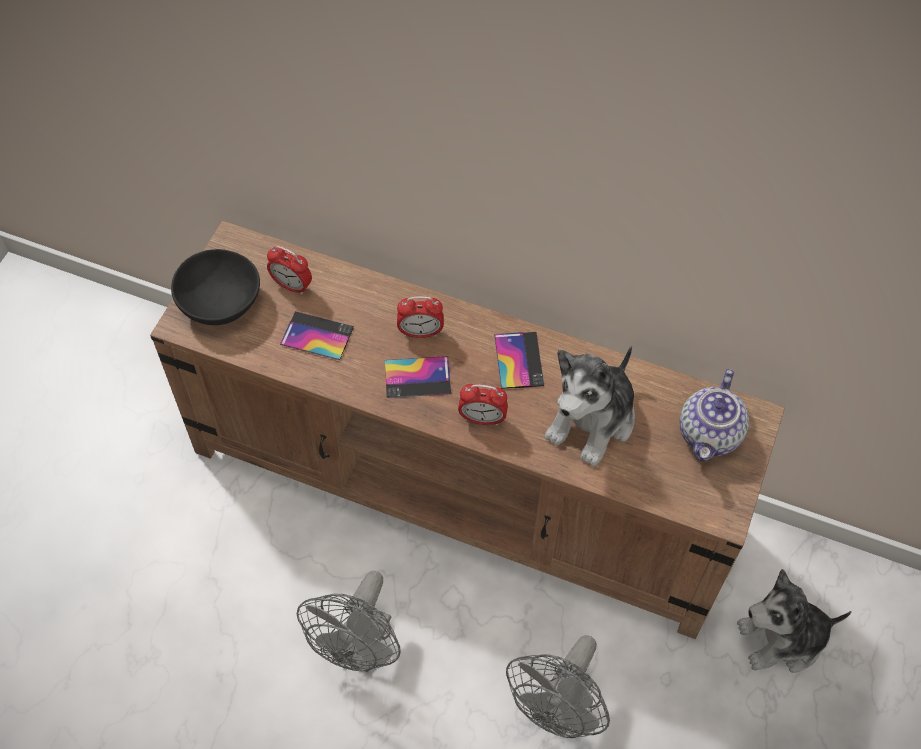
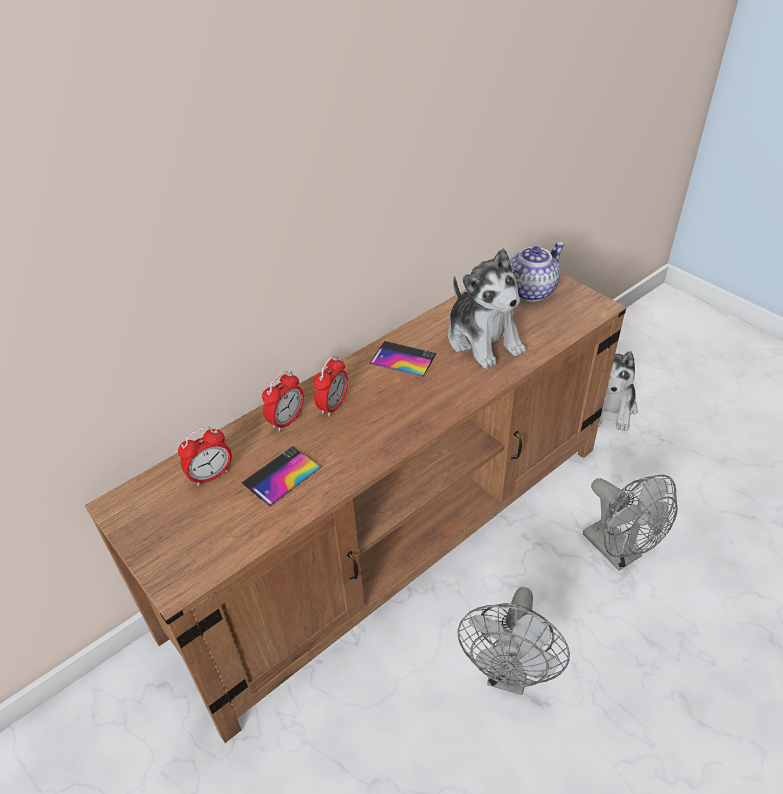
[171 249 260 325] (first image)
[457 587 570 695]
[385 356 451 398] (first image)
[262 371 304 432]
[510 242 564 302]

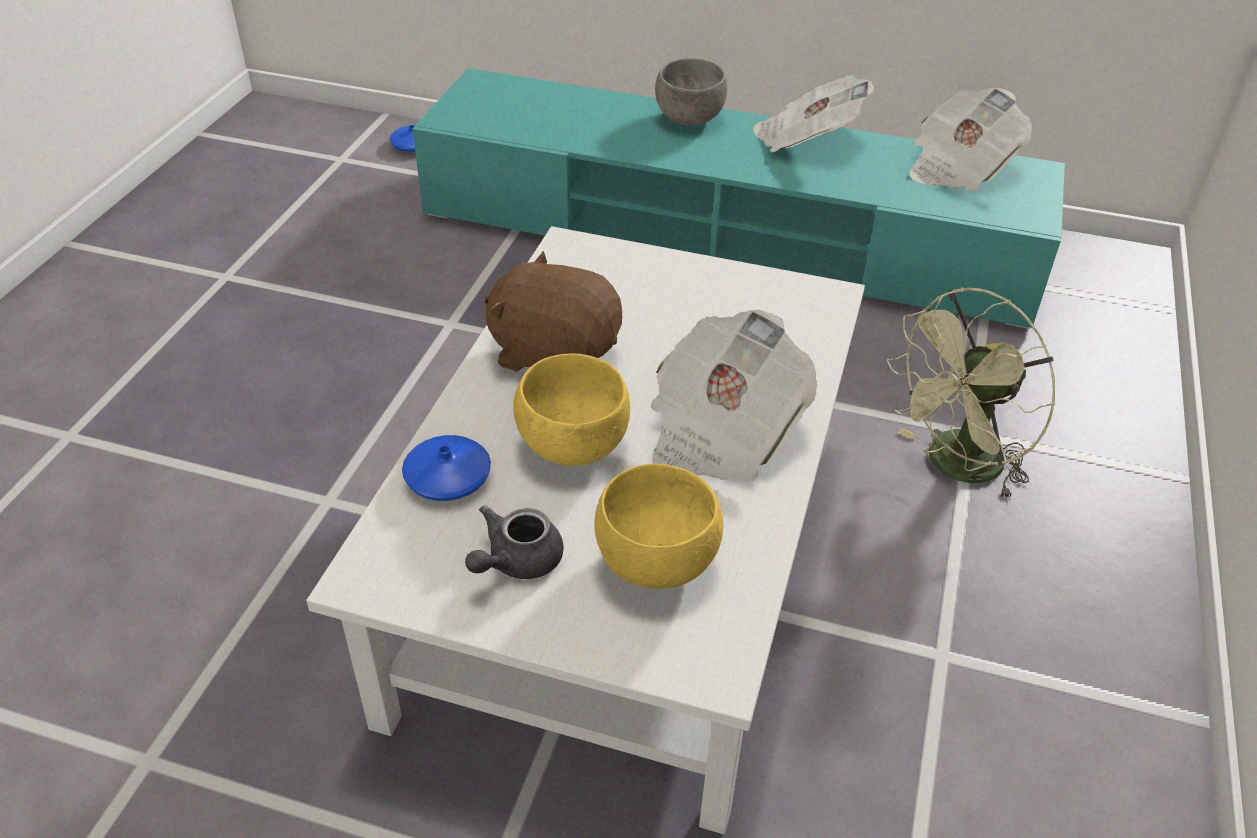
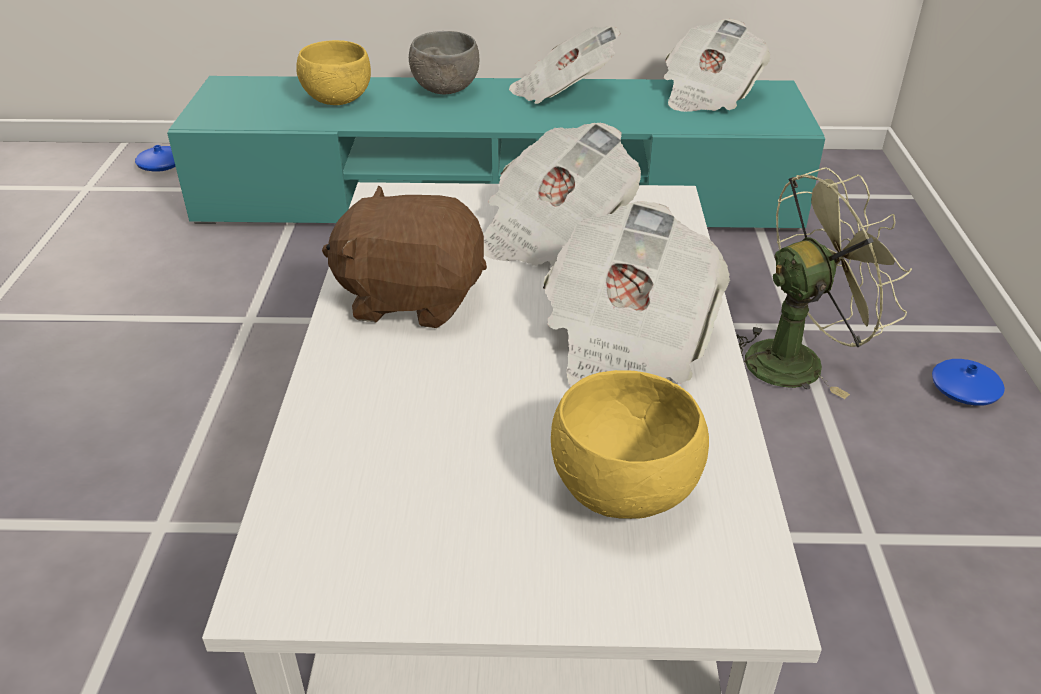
[932 359 1005 406]
[465 505 564 579] (first image)
[296 40 371 105]
[736 167 912 399]
[483 123 641 267]

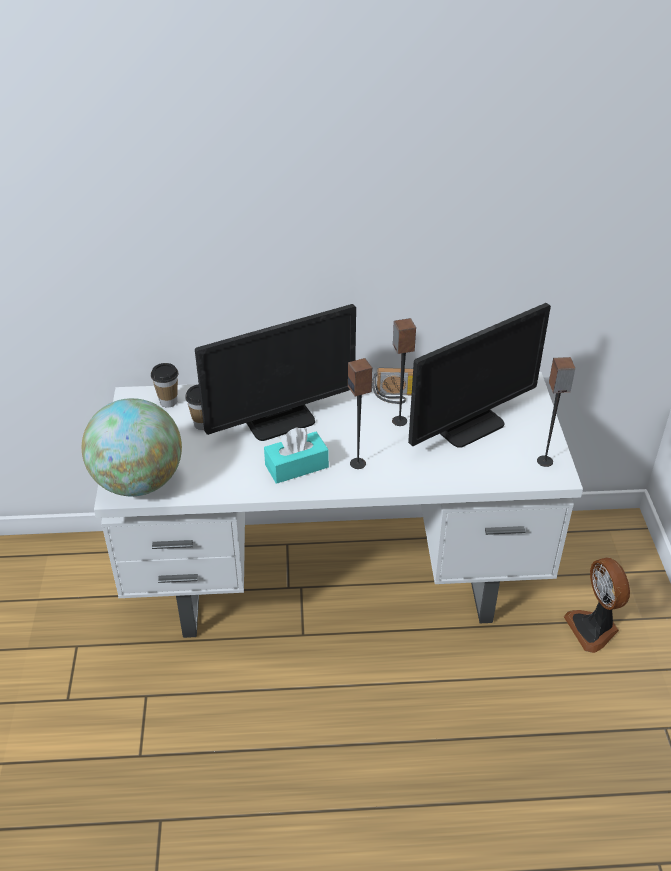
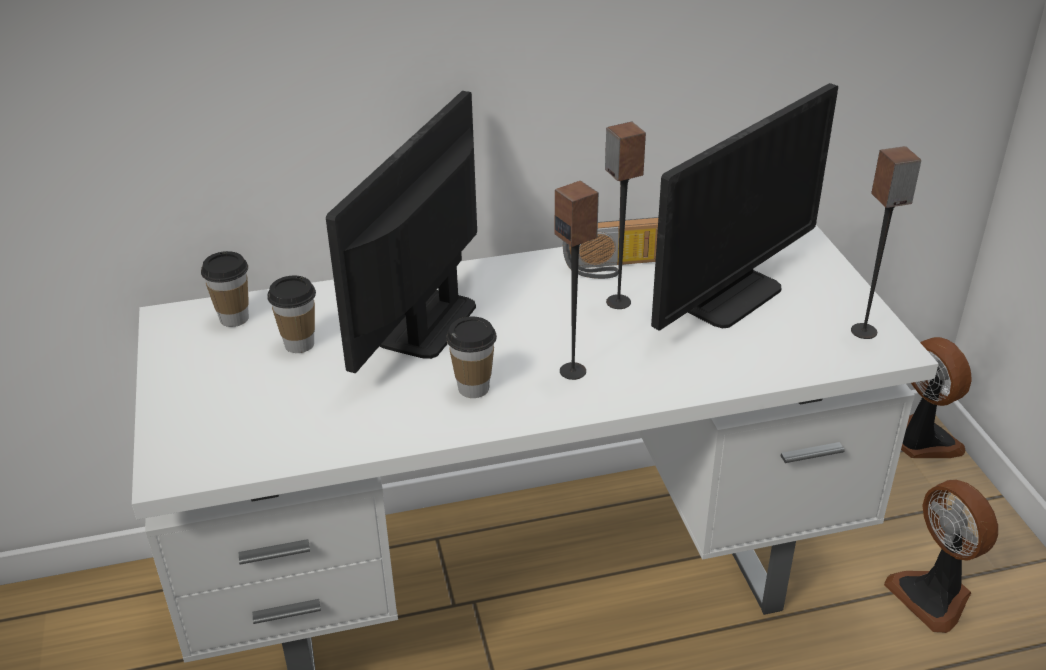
[82 398 182 496] (first image)
[326 91 477 373]
[446 316 497 398]
[901 337 971 458]

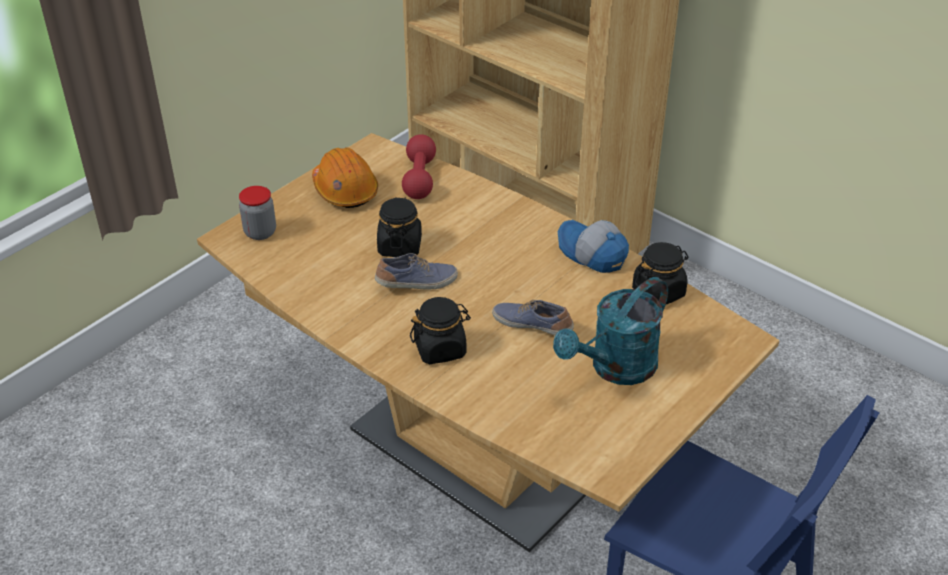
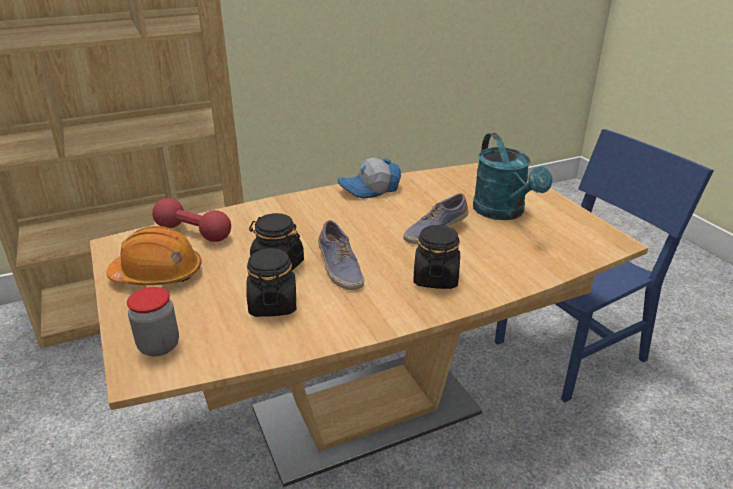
[318 220 364 290]
[246 248 296 317]

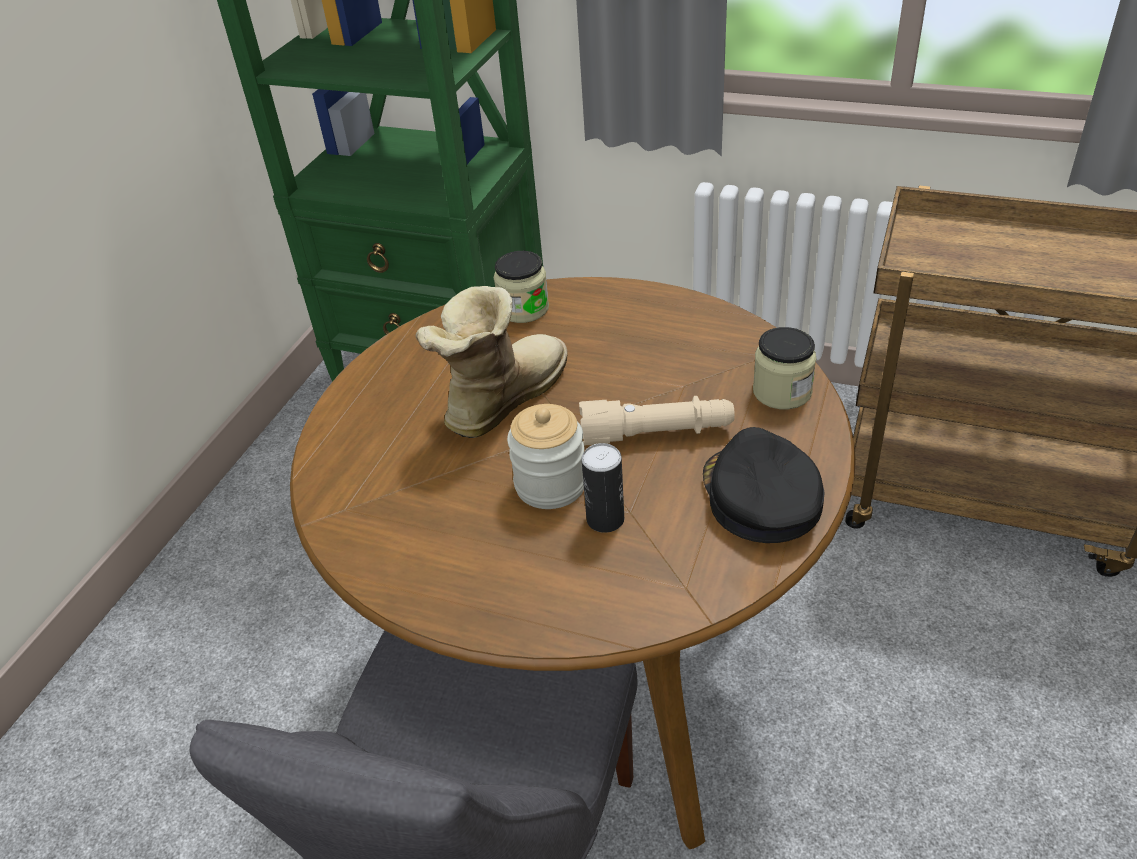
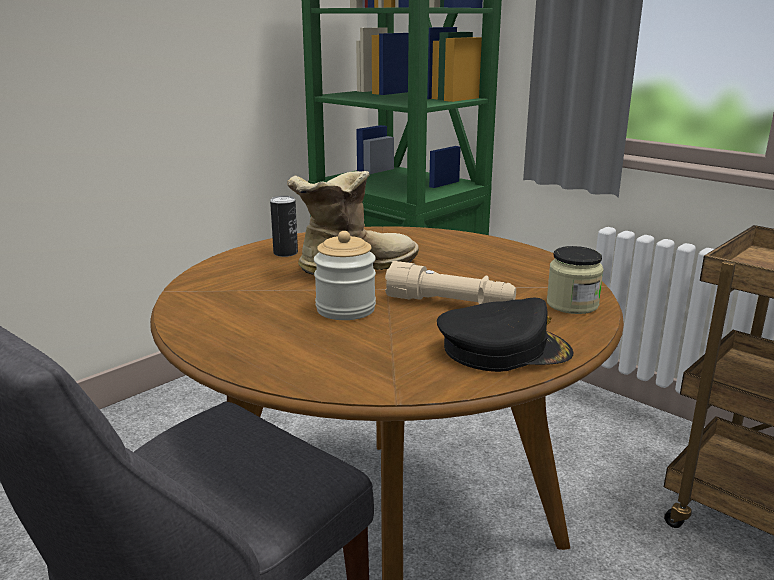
[494 251 549 323] (first image)
[270 196 298 257]
[437 298 573 372]

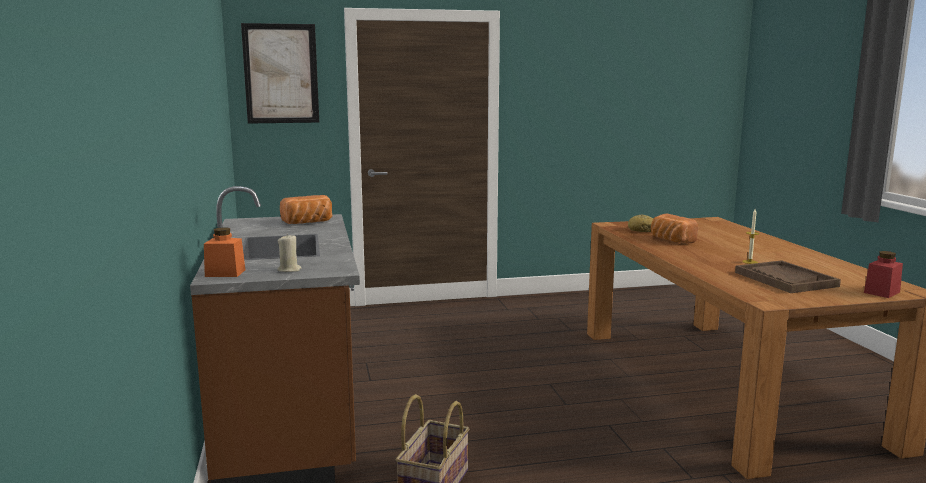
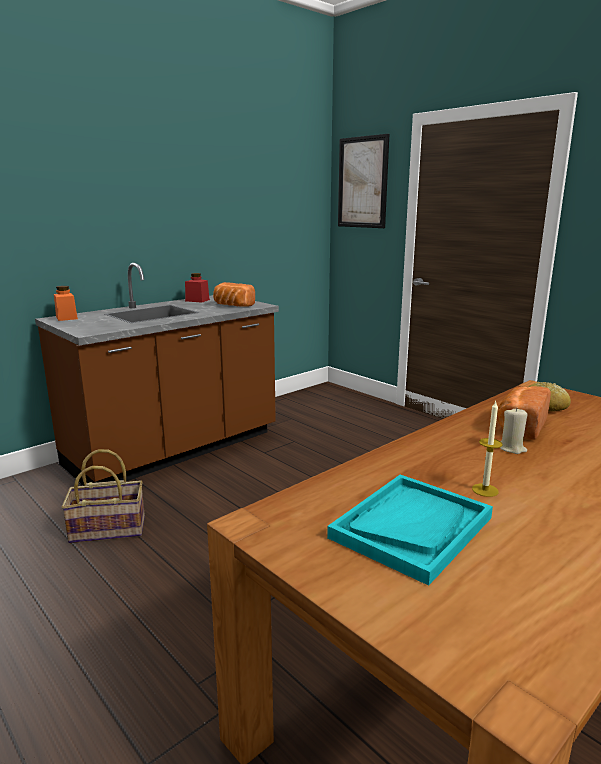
[500 408 528 454]
[327 475 493 586]
[185 273 210 303]

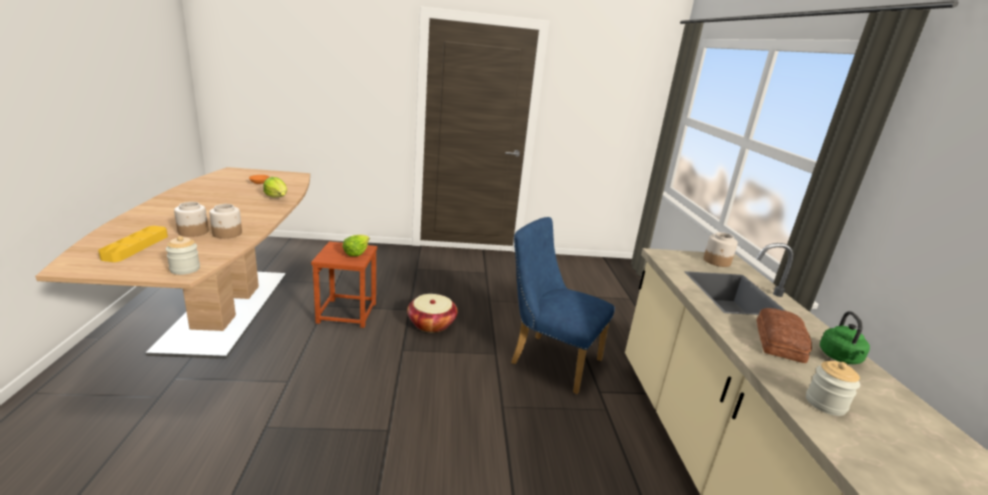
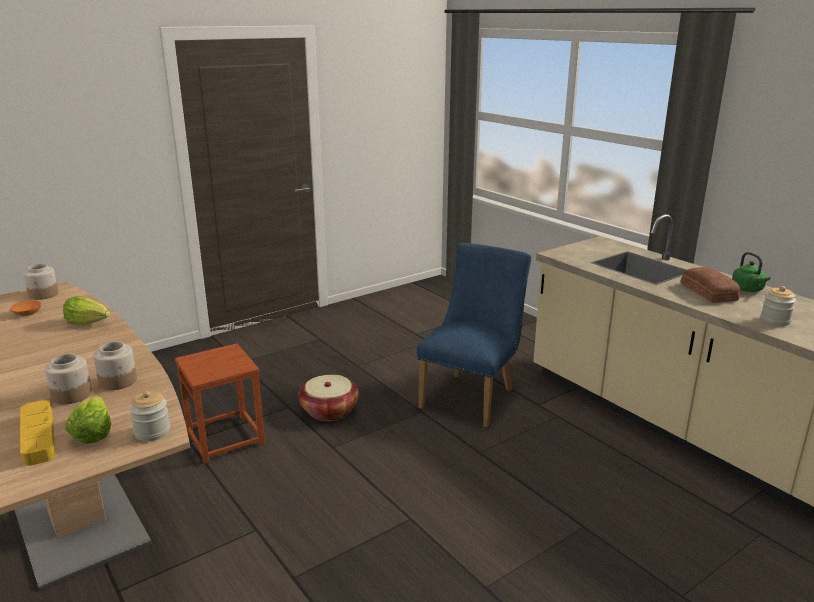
[65 396 111 444]
[417 243 531 427]
[23 264 59 300]

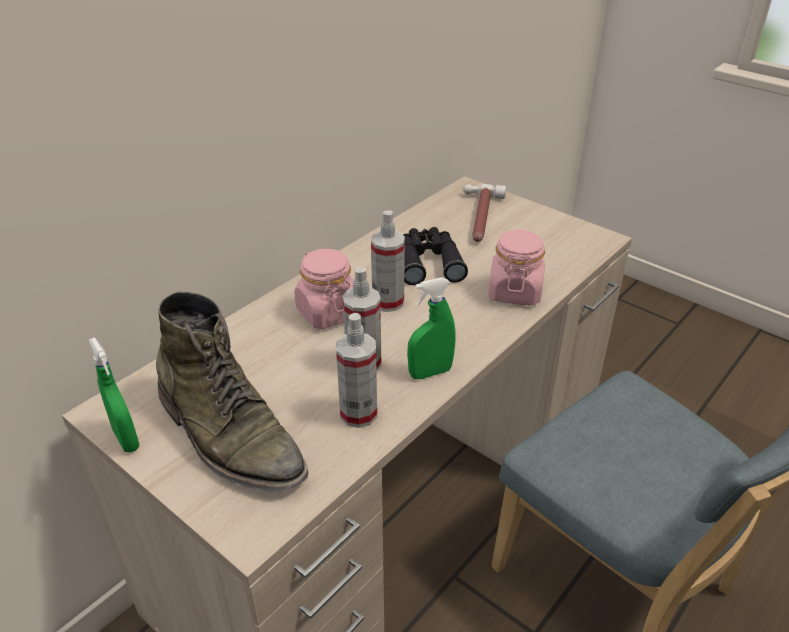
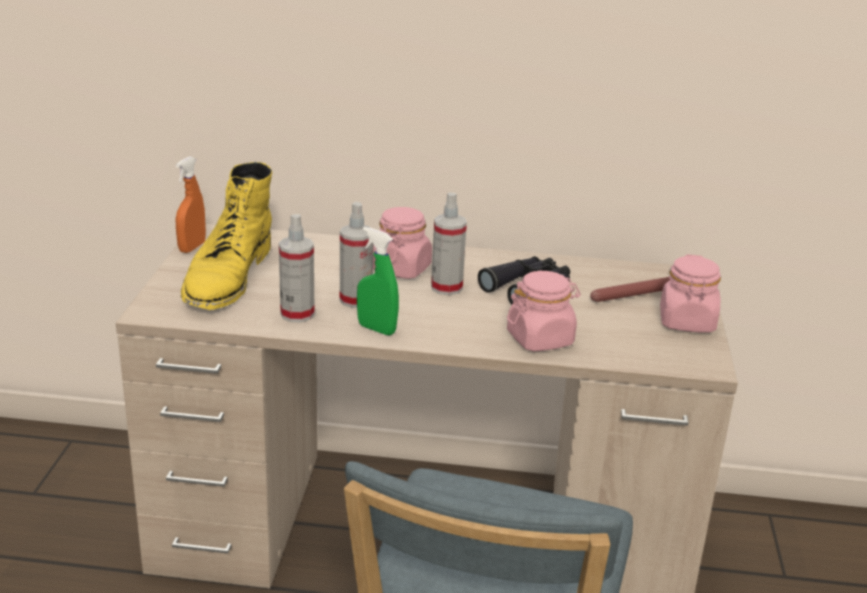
[176 156 206 253]
[181 162 272 310]
[660 254 721 333]

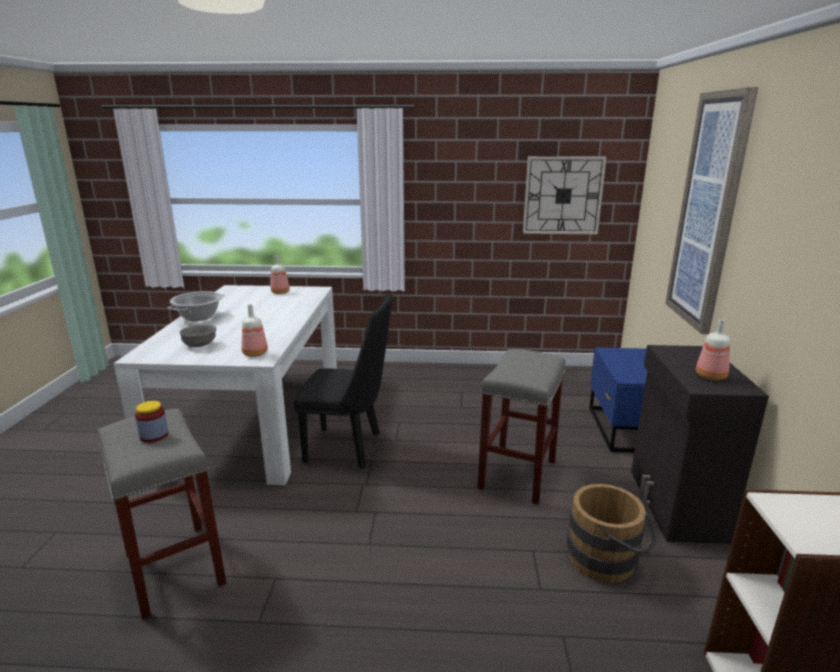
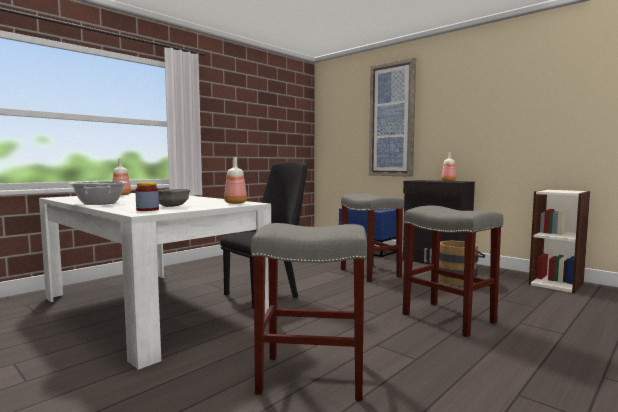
[135 182 159 211]
[523 156 607 234] (first image)
[403 205 503 337]

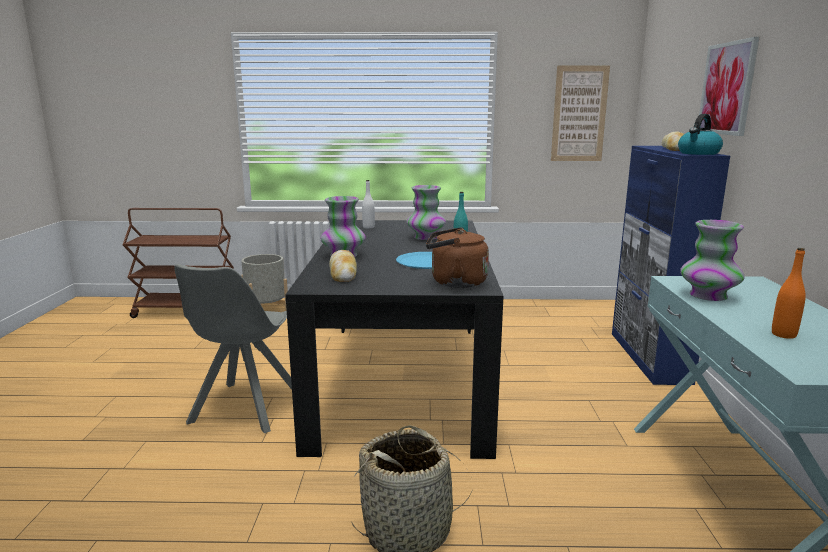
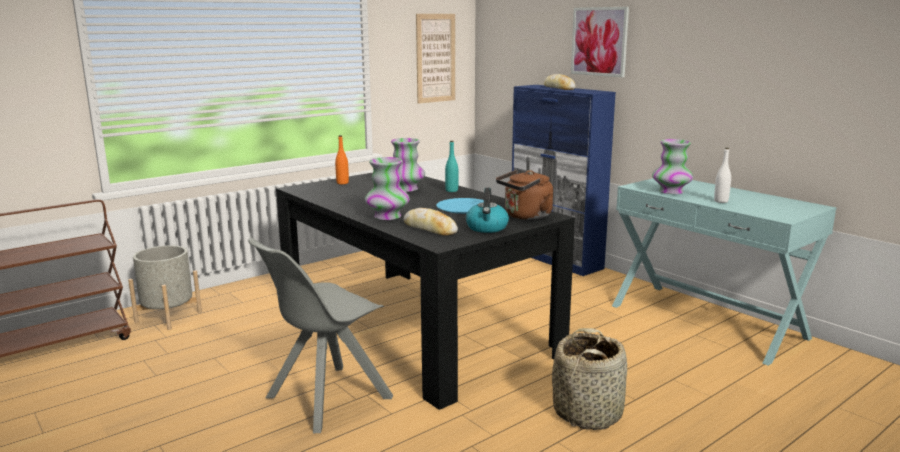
[248 238 393 433]
[714 148 731 203]
[466 188 509 233]
[335 135 349 184]

